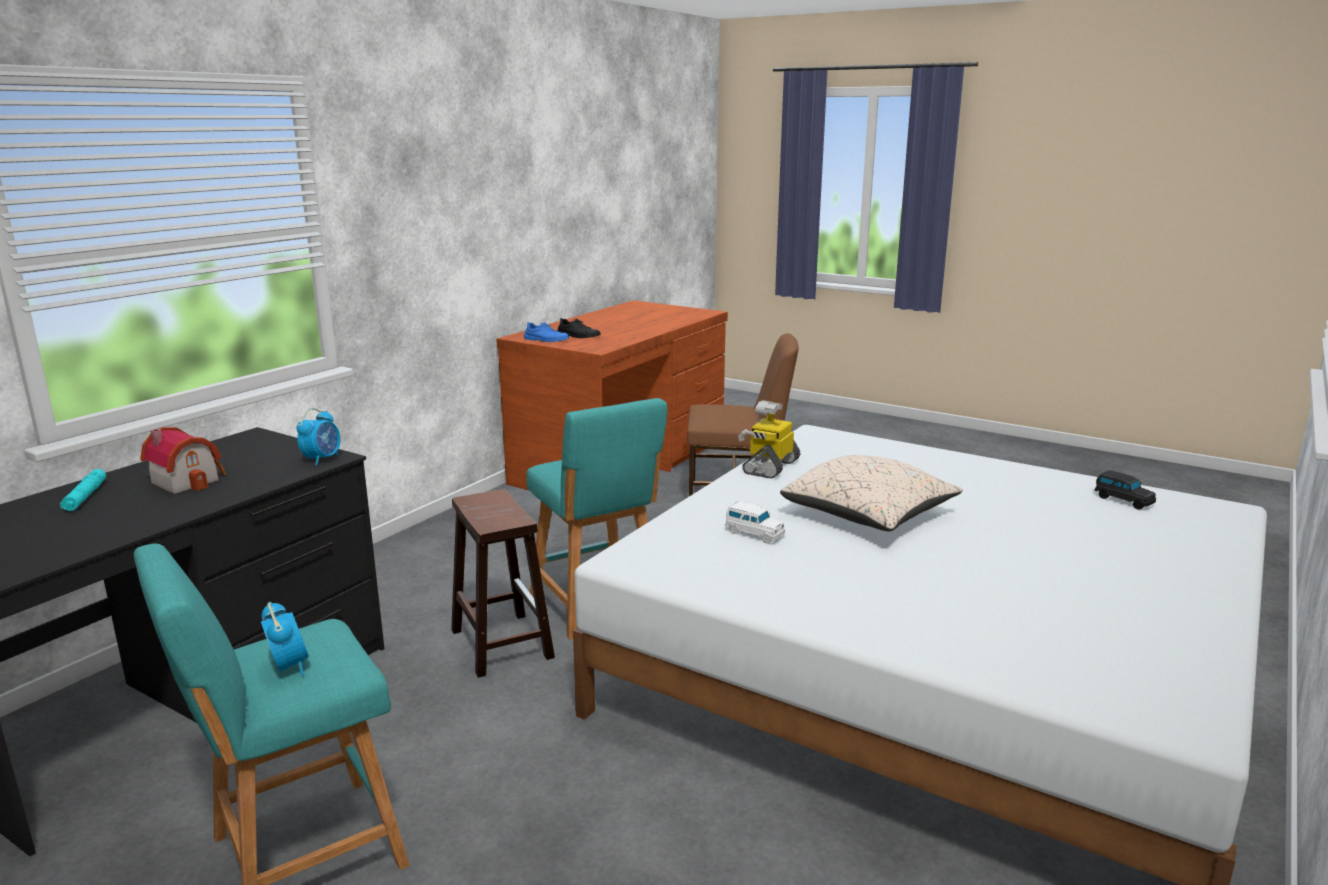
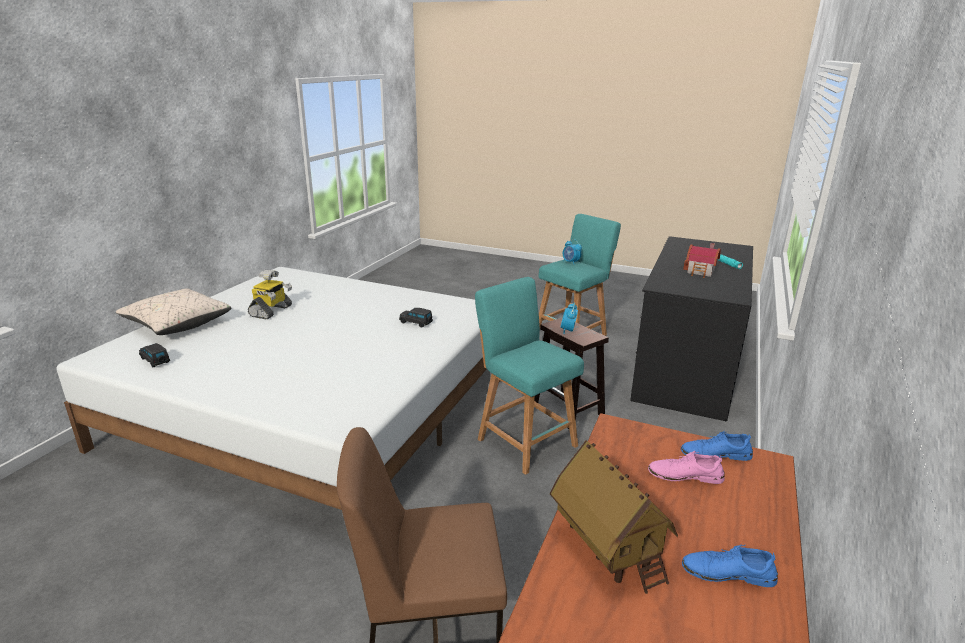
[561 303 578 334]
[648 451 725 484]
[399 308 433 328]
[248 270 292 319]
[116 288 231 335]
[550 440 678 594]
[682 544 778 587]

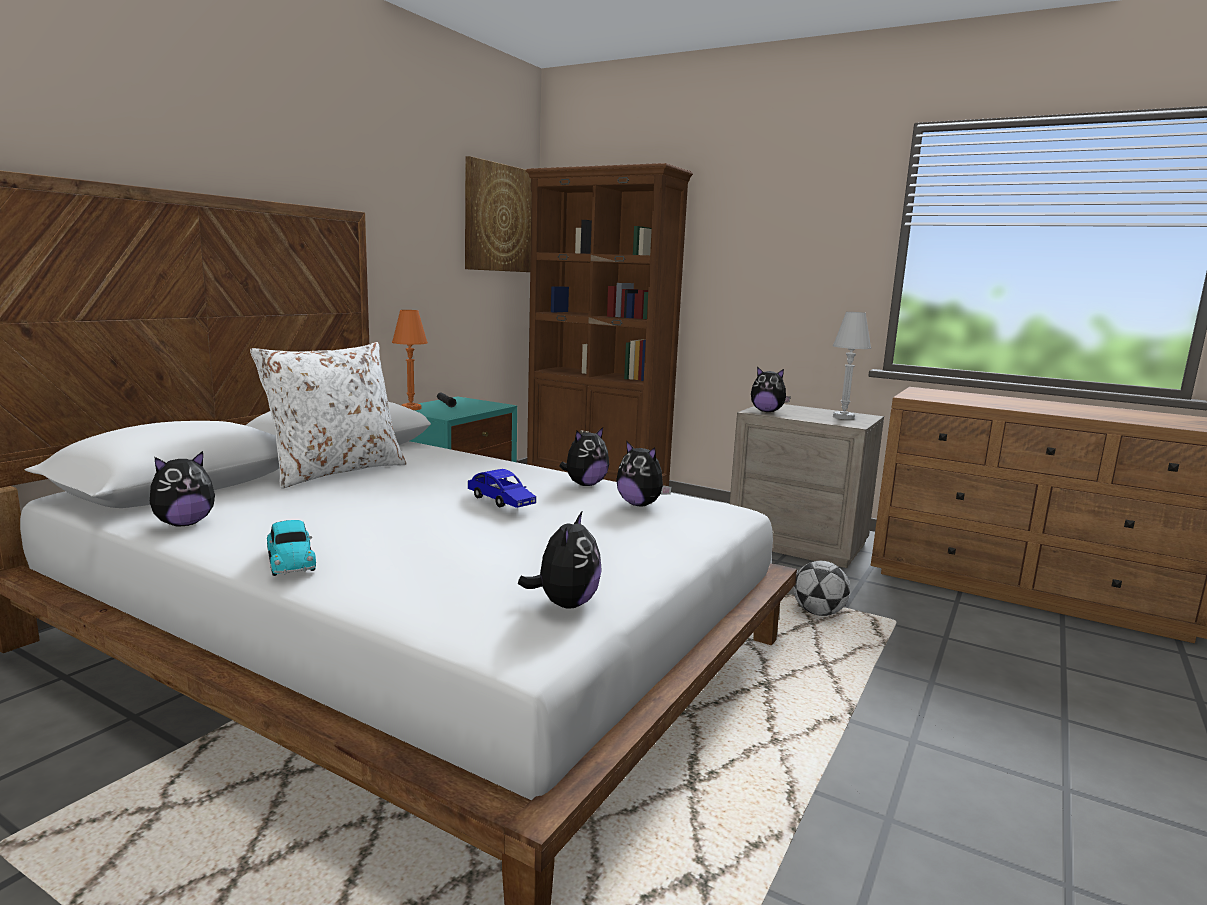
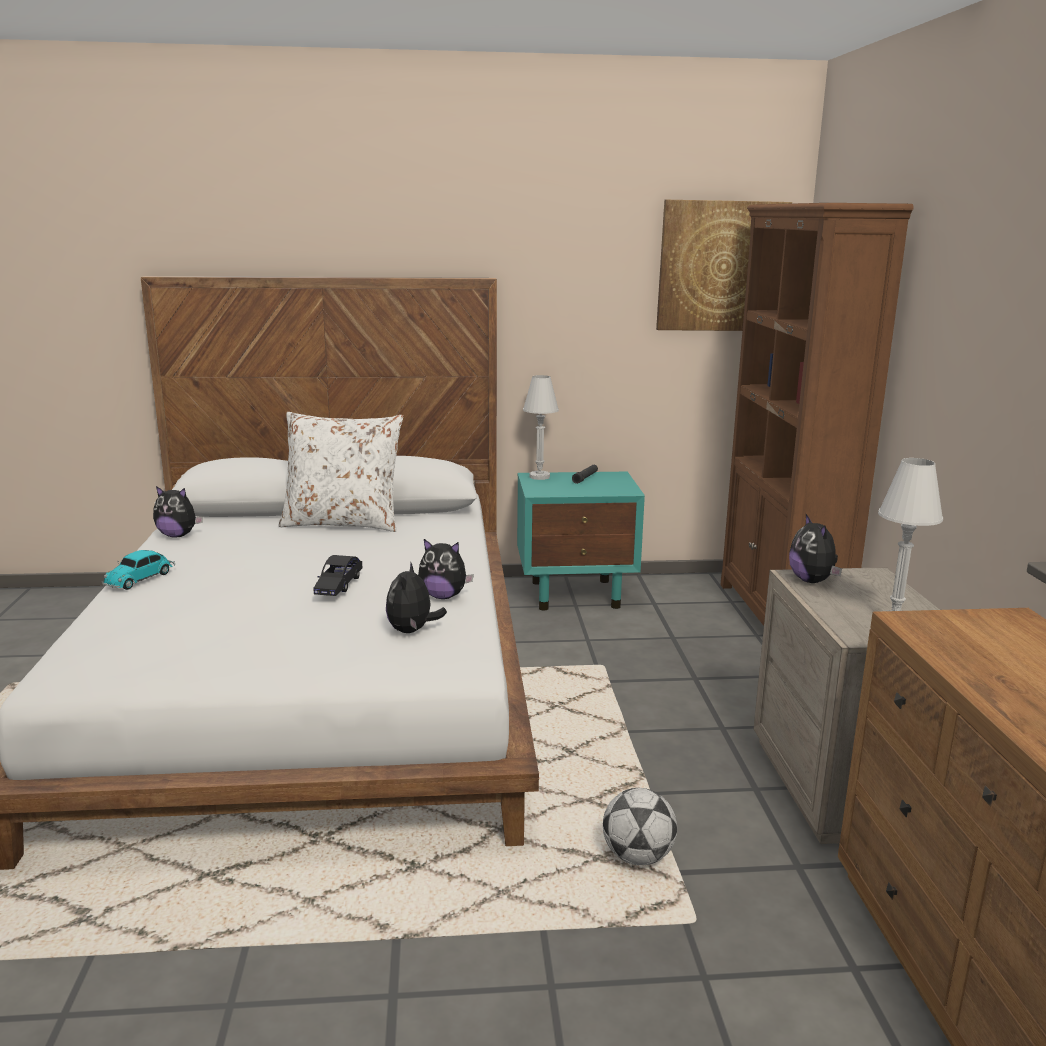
[523 375 559 480]
[313 555 362 596]
[518 510 602 609] (first image)

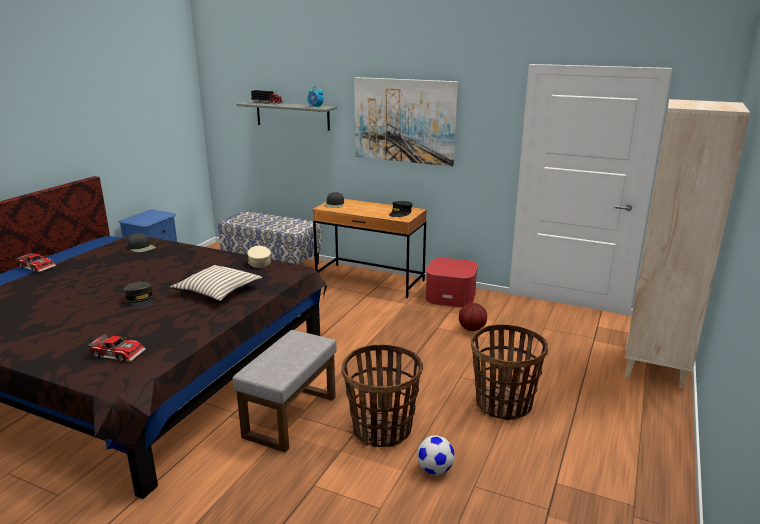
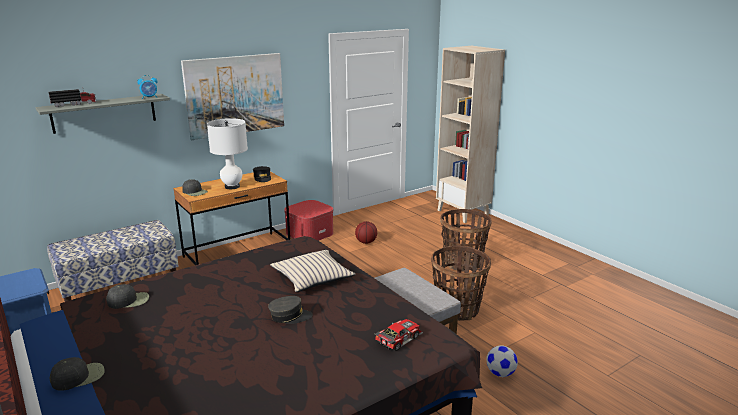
[50 357 105 391]
[248 246 271 268] (first image)
[486 345 518 377]
[207 118 248 189]

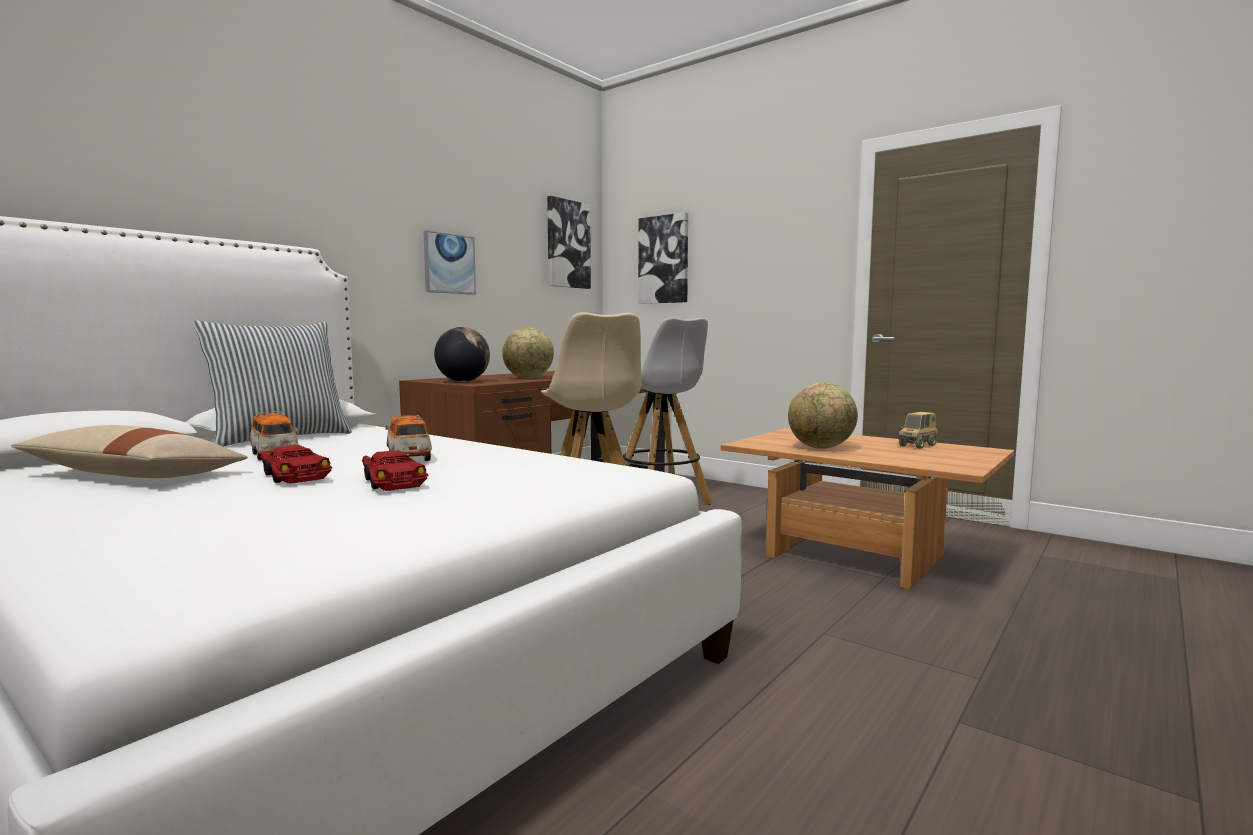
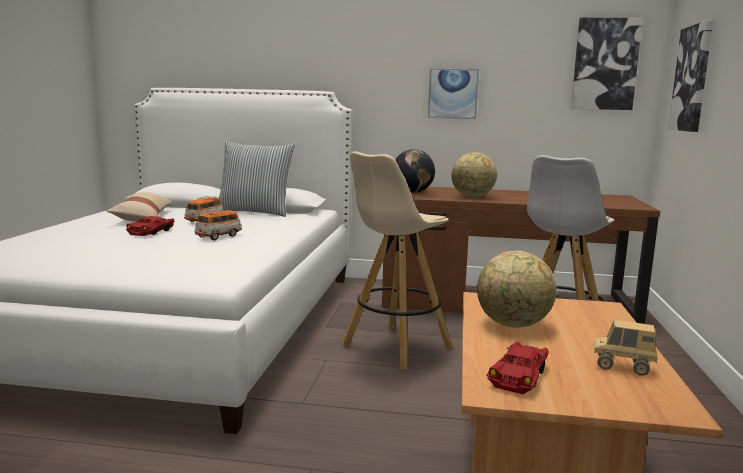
[487 342 549 394]

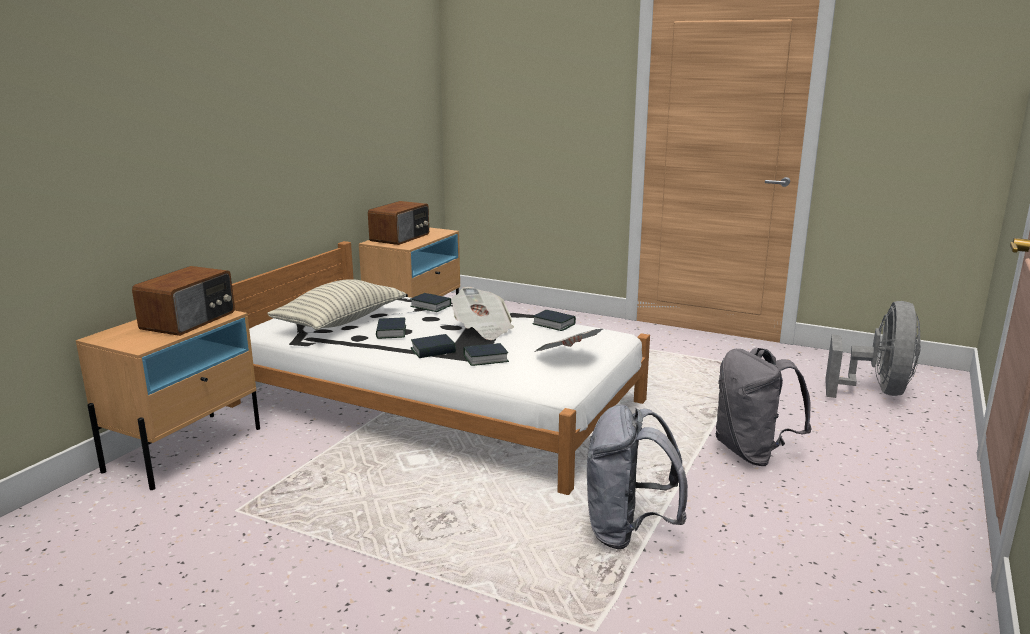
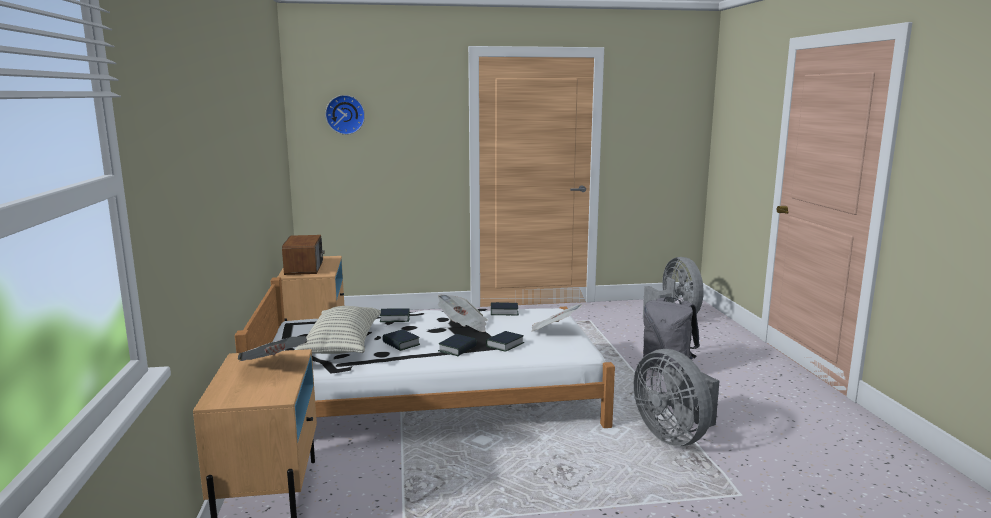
[238 336 308 361]
[633 349 719 446]
[325 95 365 135]

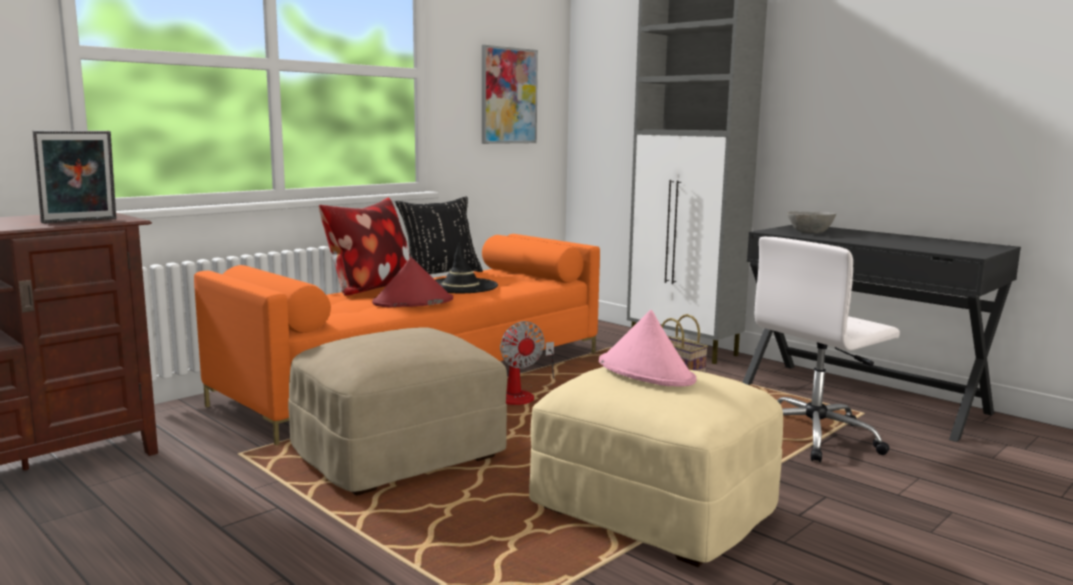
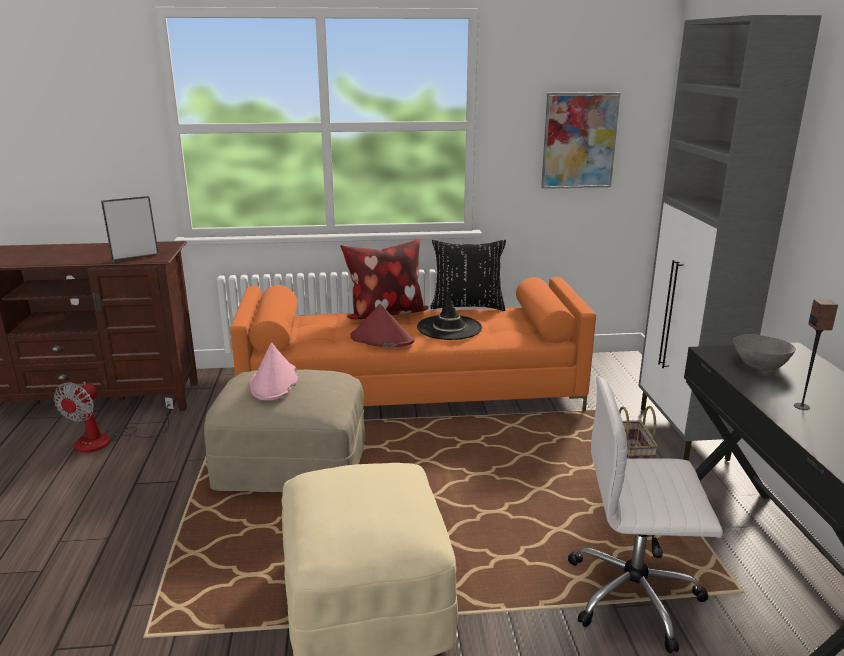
[101 196 159 261]
[54 382 174 453]
[250 343 298 401]
[794 299 838 410]

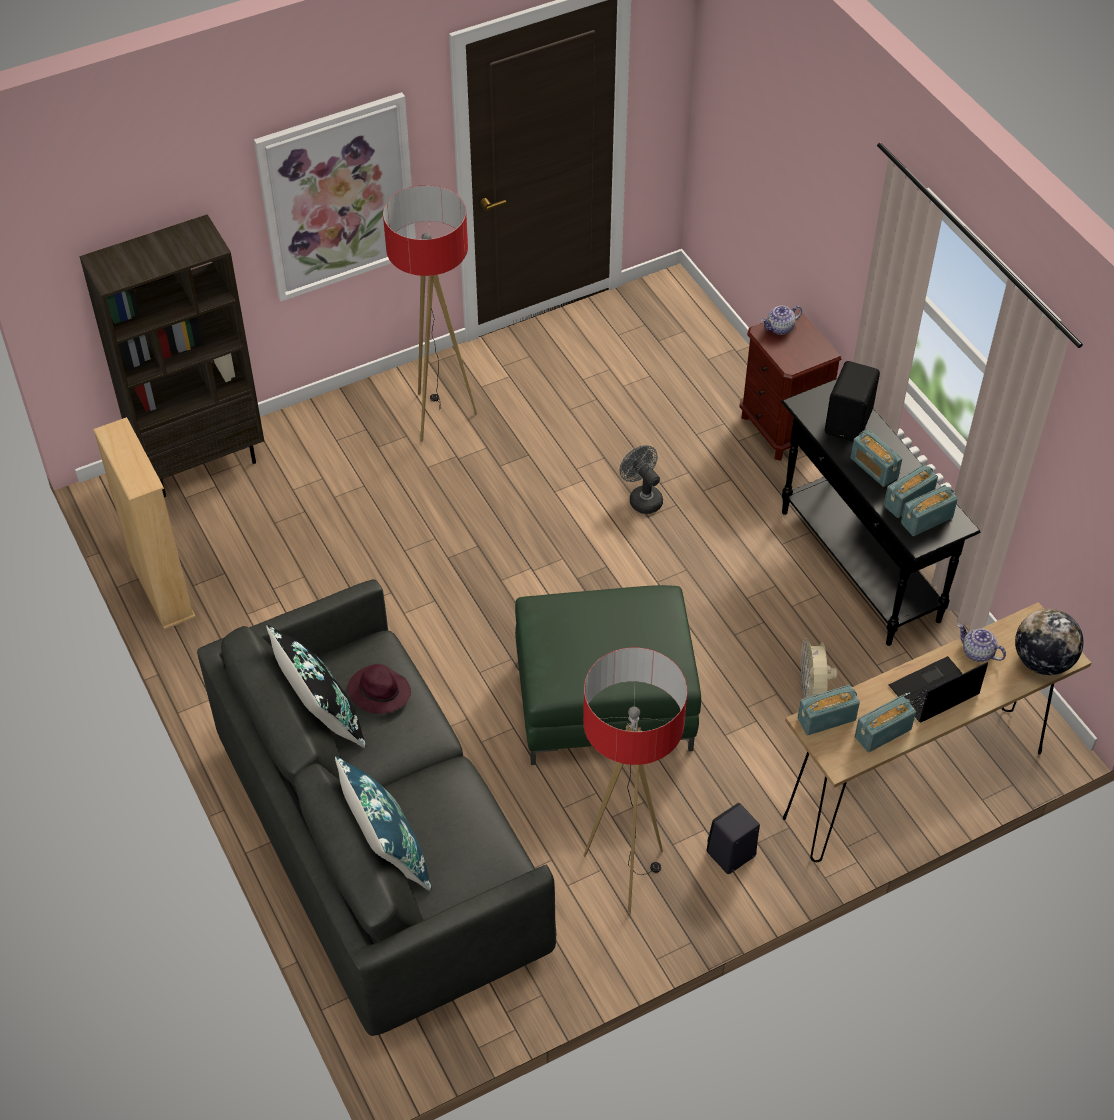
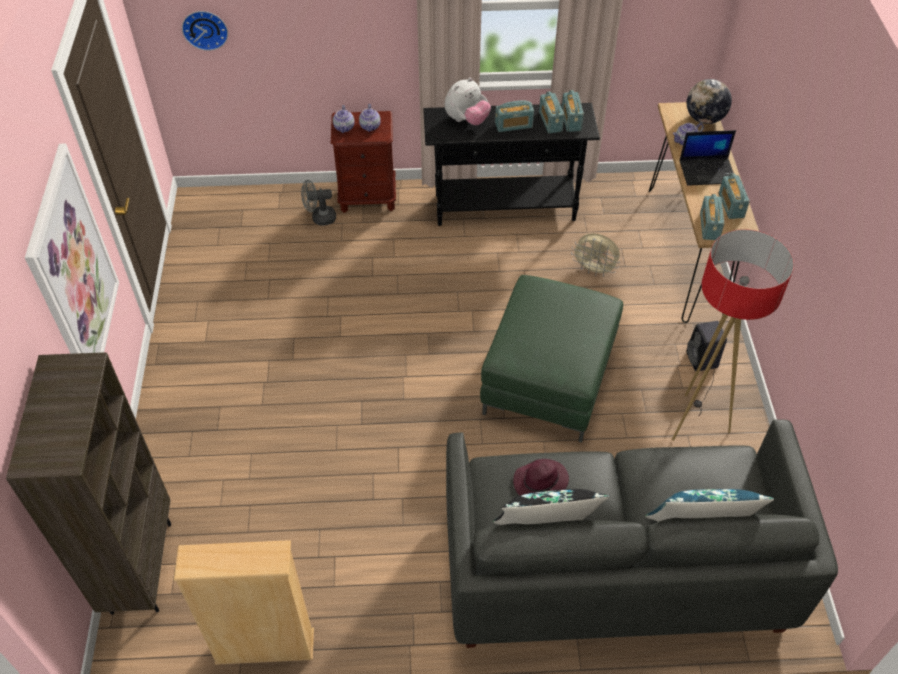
[383 185 477 442] (first image)
[301 180 336 225]
[444 78 491 125]
[680 130 736 186]
[182 11 228 51]
[359 104 381 132]

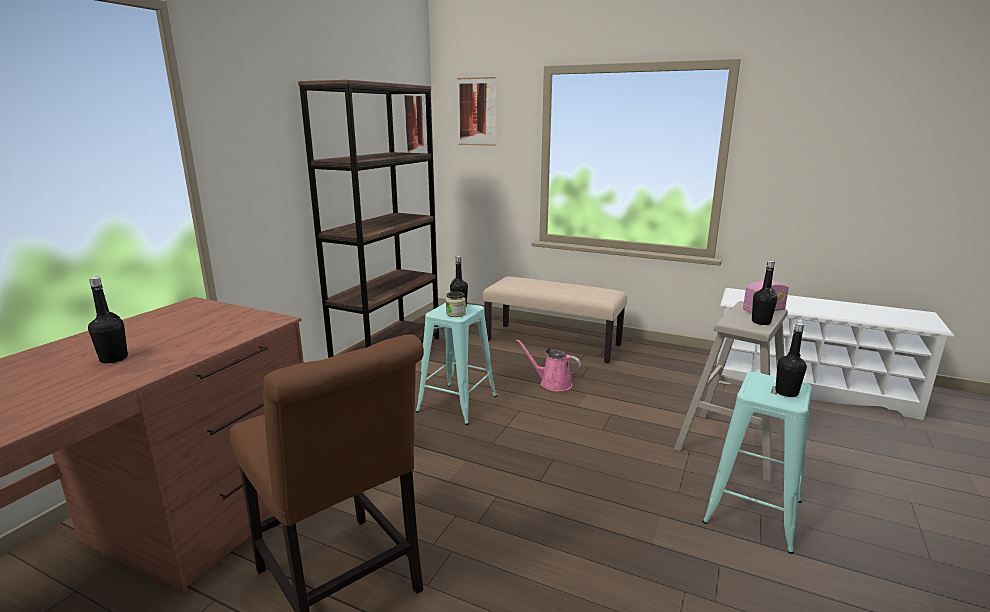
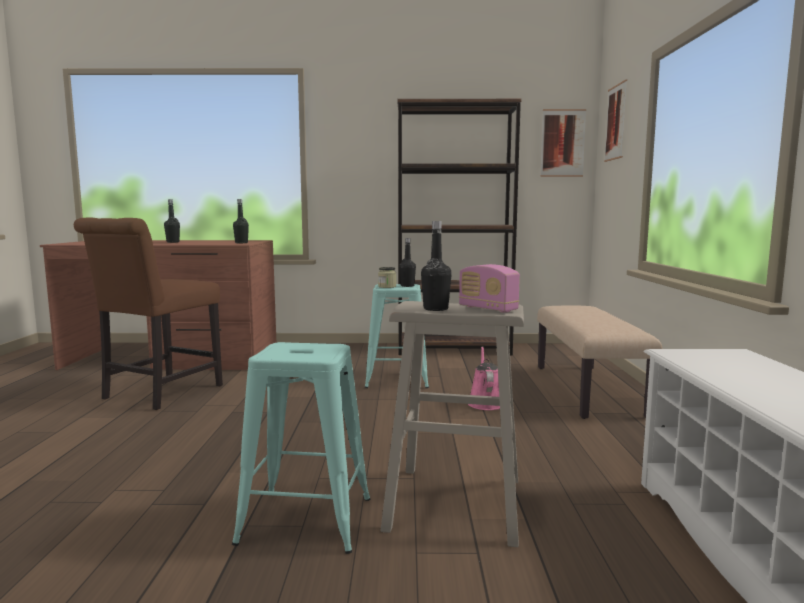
[233 199 249 243]

